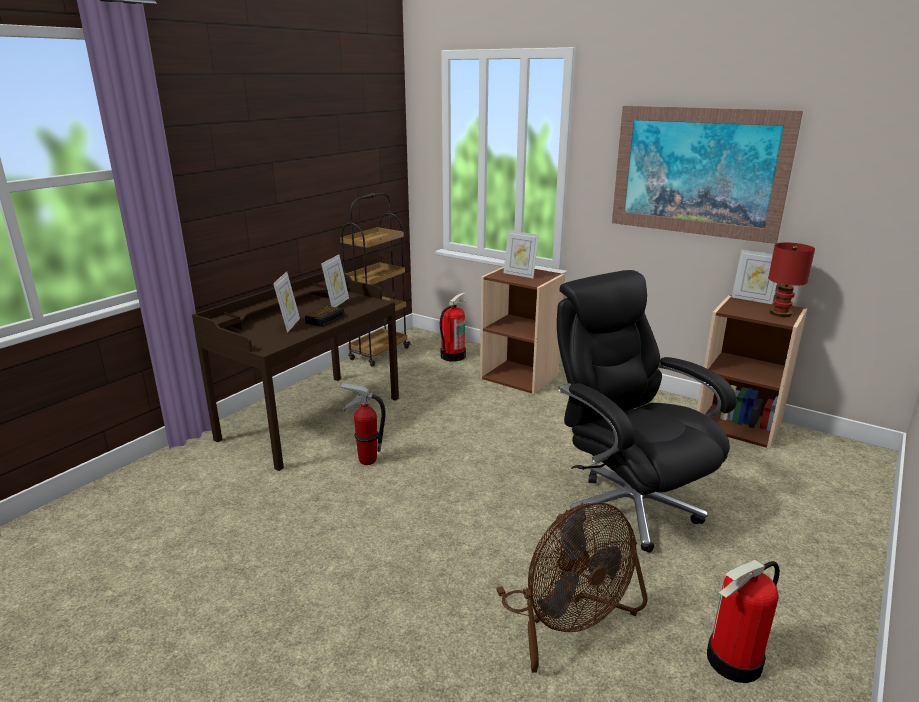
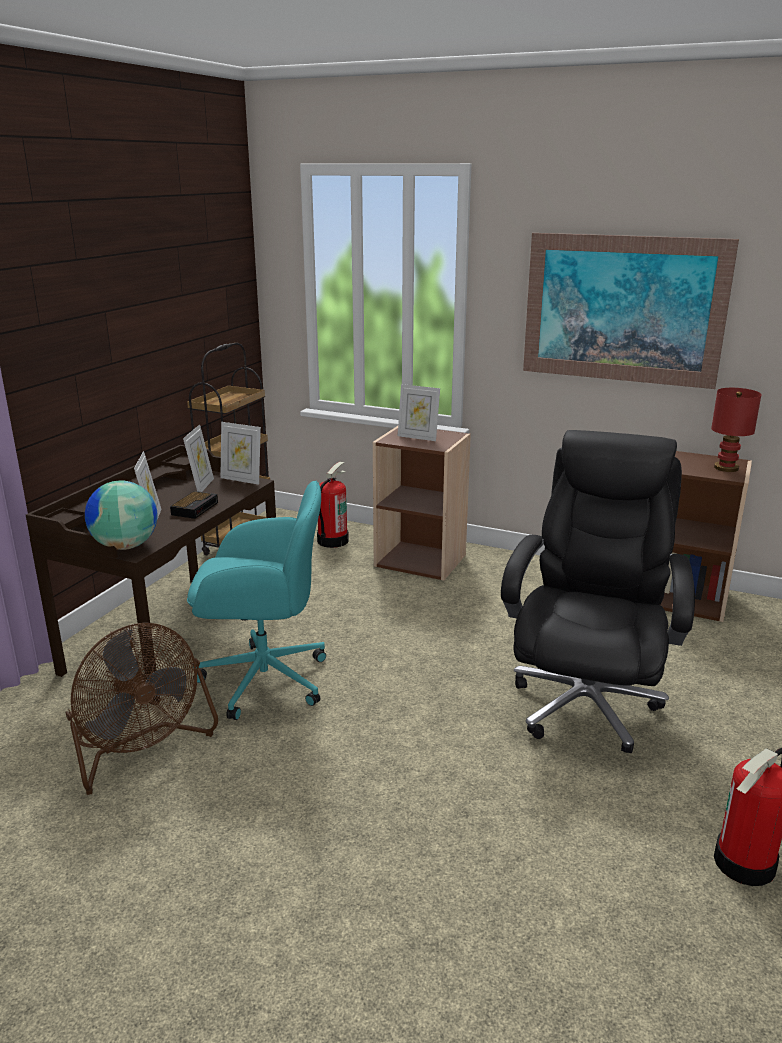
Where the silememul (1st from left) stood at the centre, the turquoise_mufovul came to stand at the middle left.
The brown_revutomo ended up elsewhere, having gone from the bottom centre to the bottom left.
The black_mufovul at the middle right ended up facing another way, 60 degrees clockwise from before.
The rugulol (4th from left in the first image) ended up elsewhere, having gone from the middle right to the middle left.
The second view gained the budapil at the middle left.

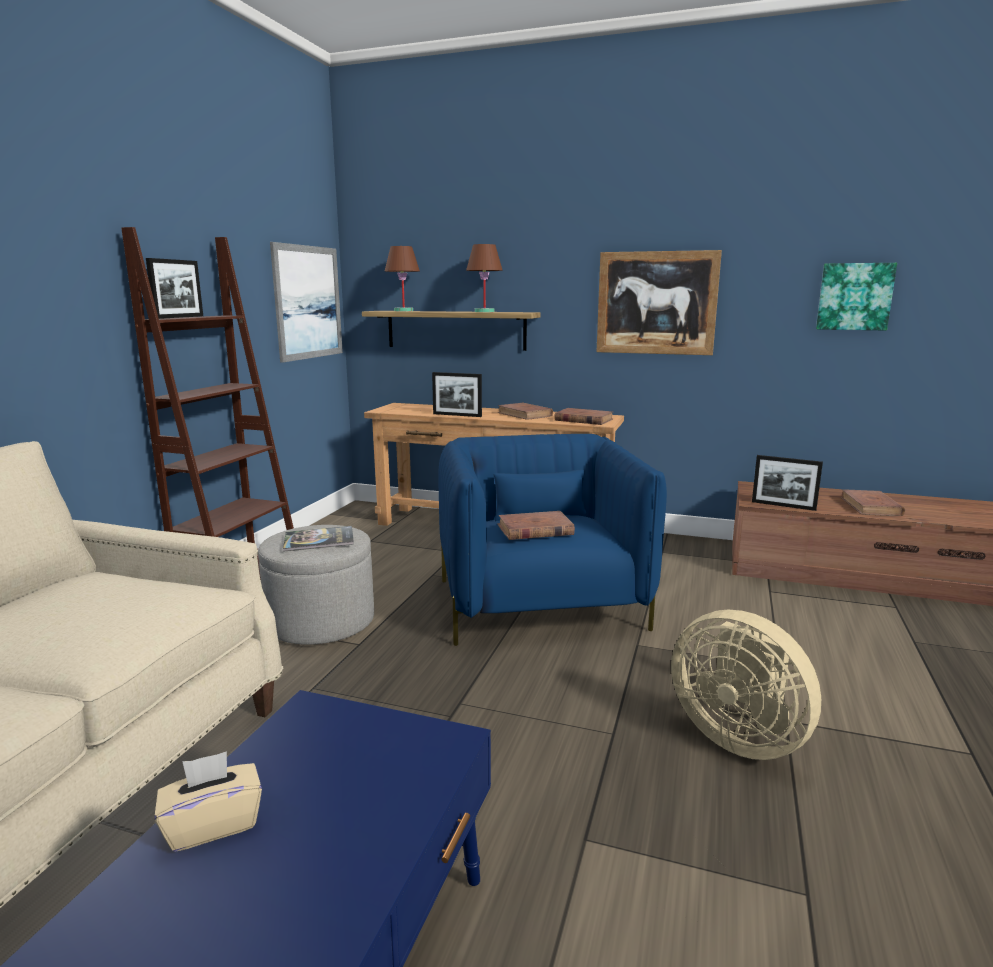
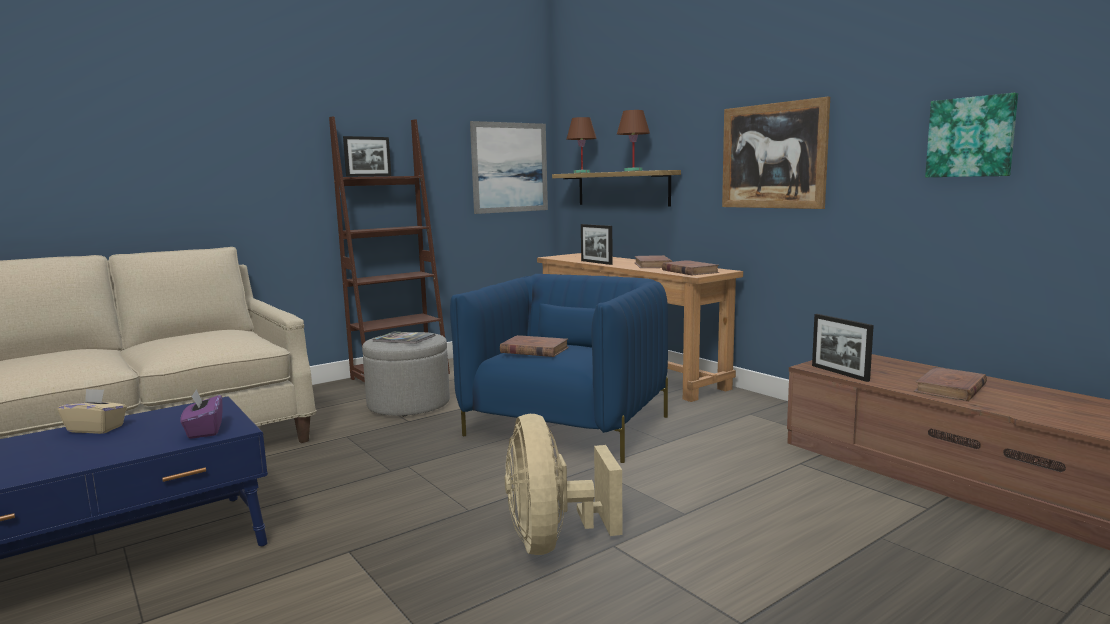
The second view gained the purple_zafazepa at the middle left.

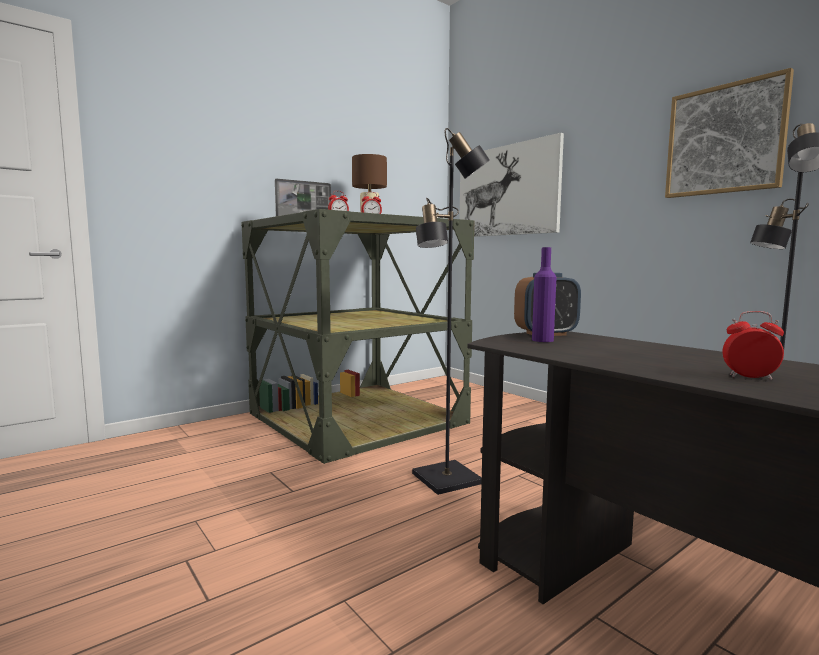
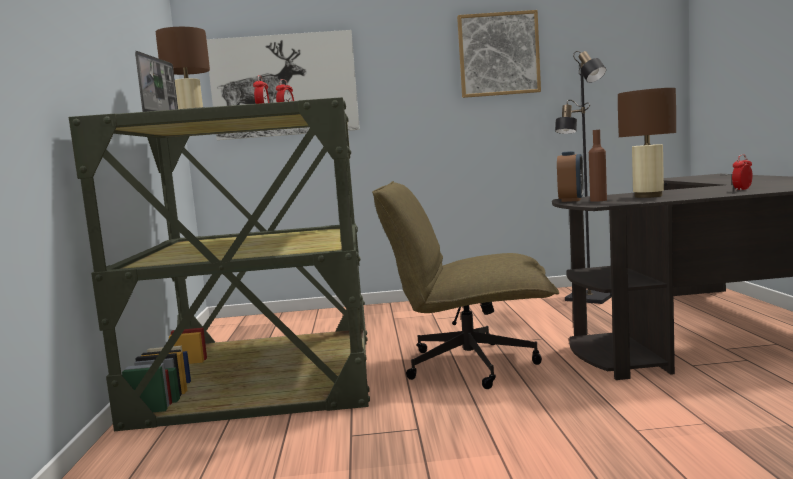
Where the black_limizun (1st from left) stood at the centre, the beige_mufovul came to stand at the centre.
What was the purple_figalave at the centre turned into the brown_figalave at the middle right.
The second view gained the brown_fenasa (2nd from left) at the top right.

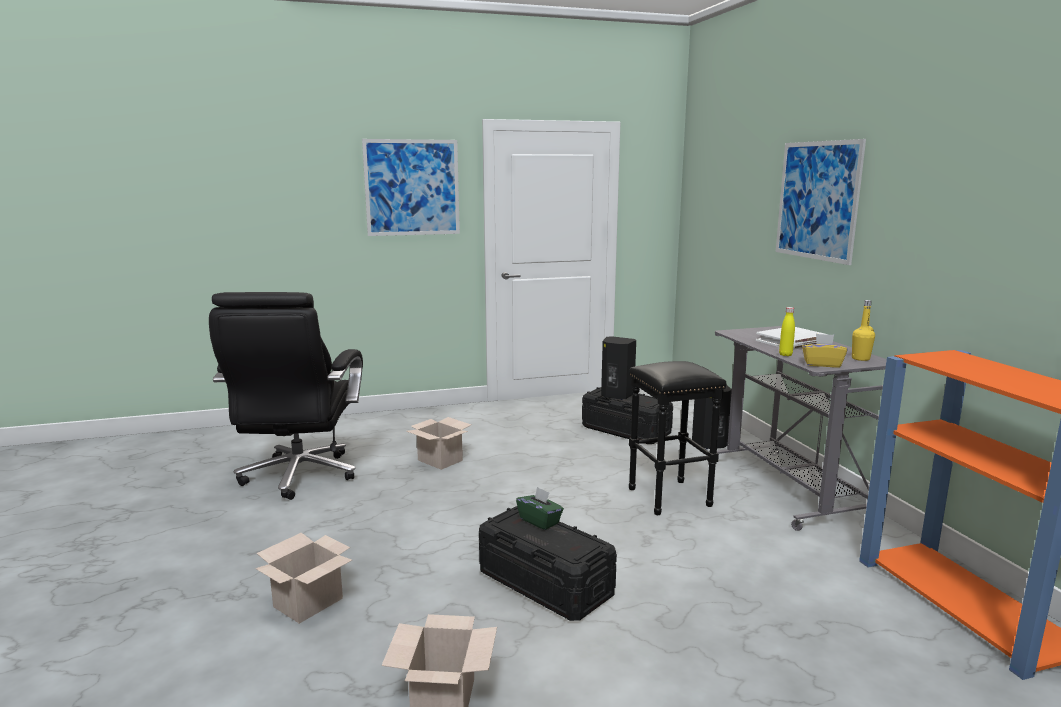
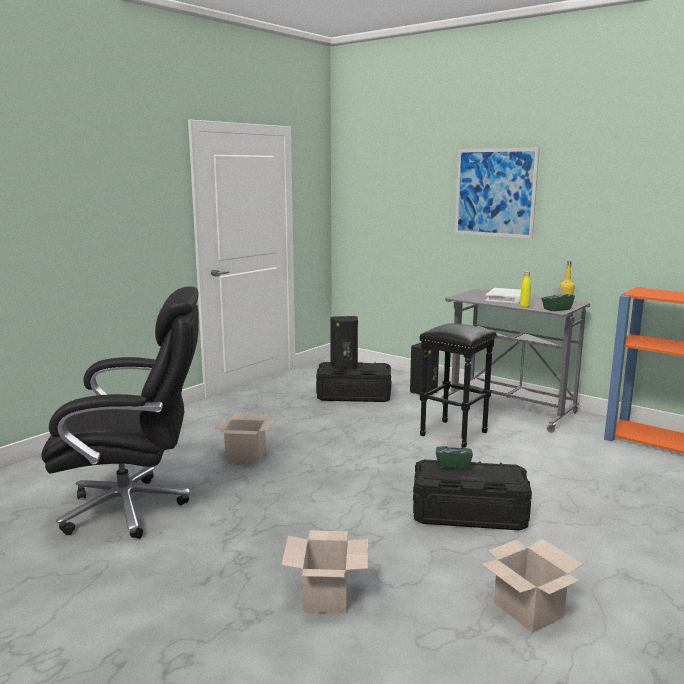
The black_mufovul at the middle left ended up facing another way, 60 degrees counterclockwise from before.
The second view lost the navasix (1st from left) at the top centre.
What was the yellow_zafazepa at the middle right turned into the green_zafazepa (2nd from left) at the middle right.

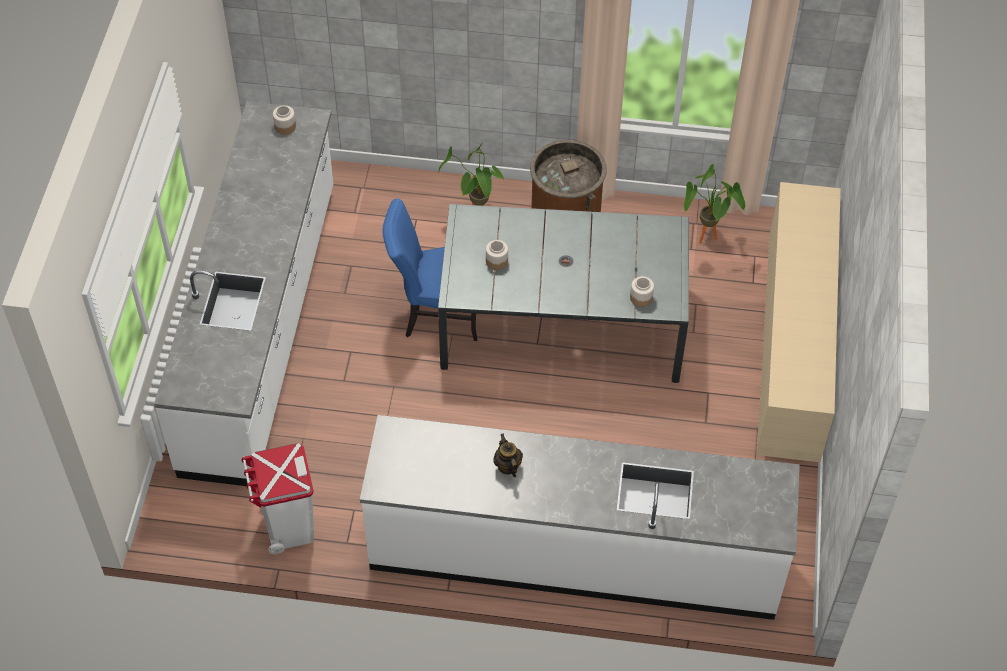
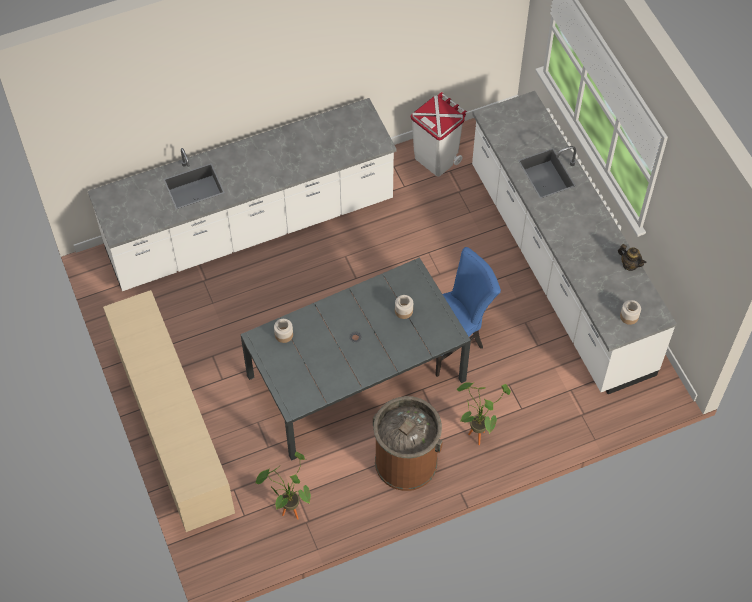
The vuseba ended up elsewhere, having gone from the bottom centre to the middle right.

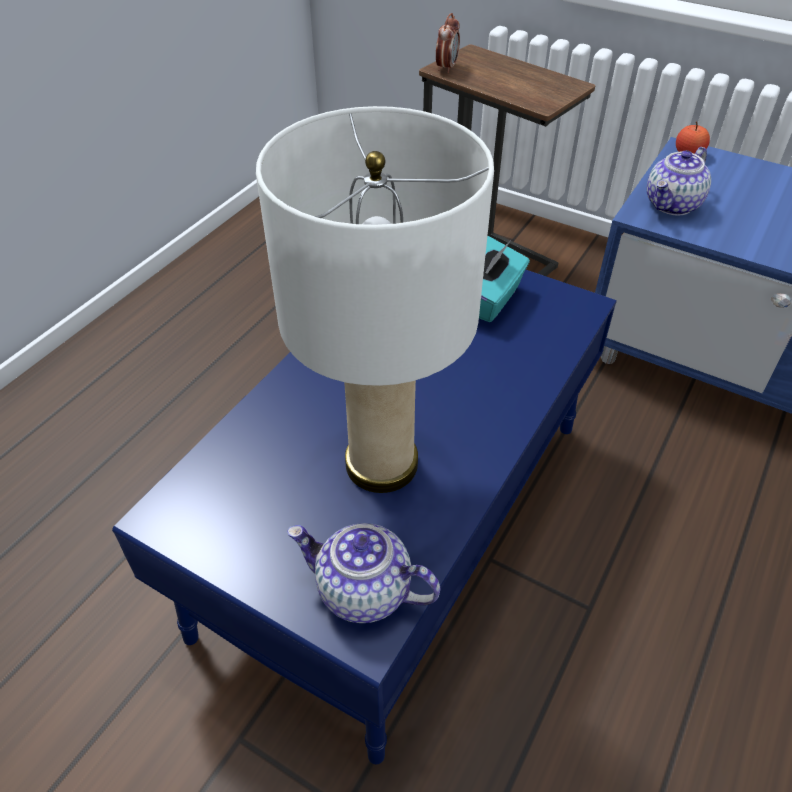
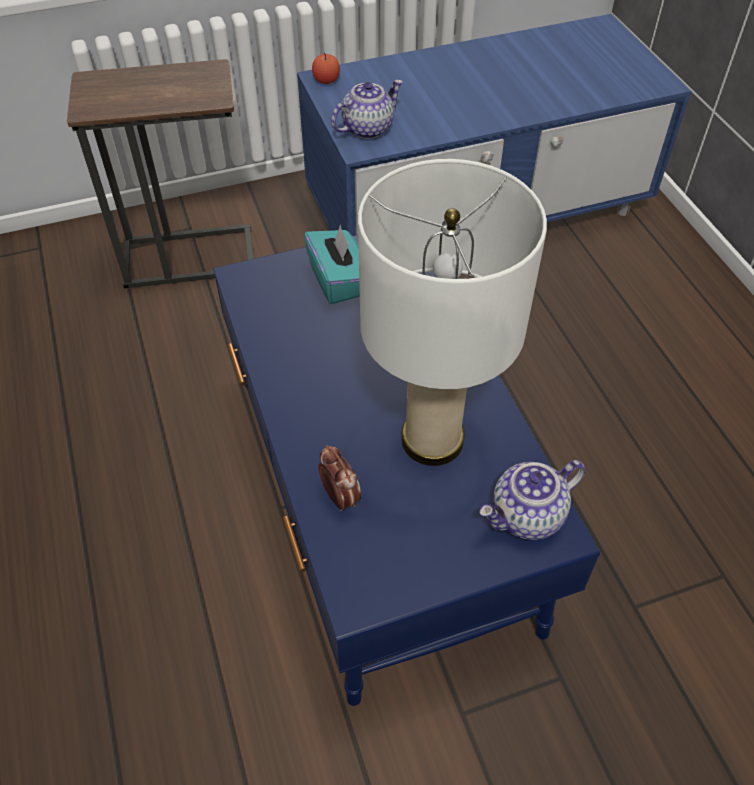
The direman ended up elsewhere, having gone from the top centre to the centre.
The vuseba (2nd from left in the first image) at the top right ended up facing another way, 120 degrees counterclockwise from before.

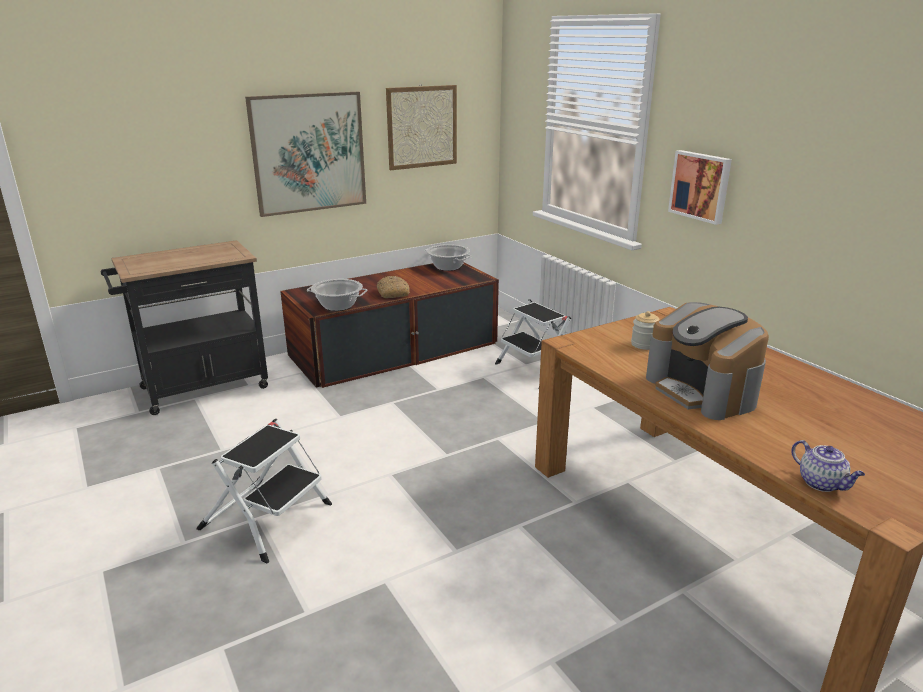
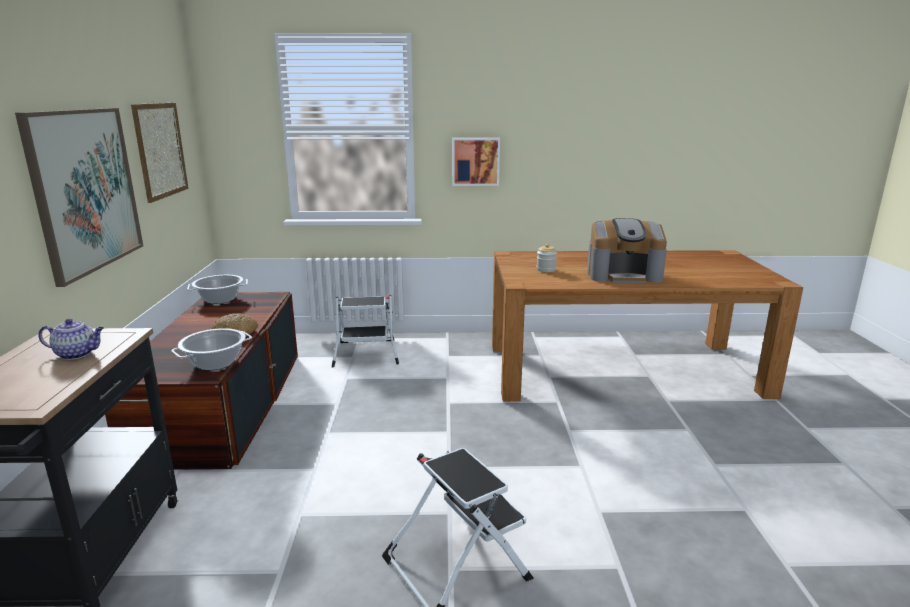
The vuseba ended up elsewhere, having gone from the bottom right to the middle left.

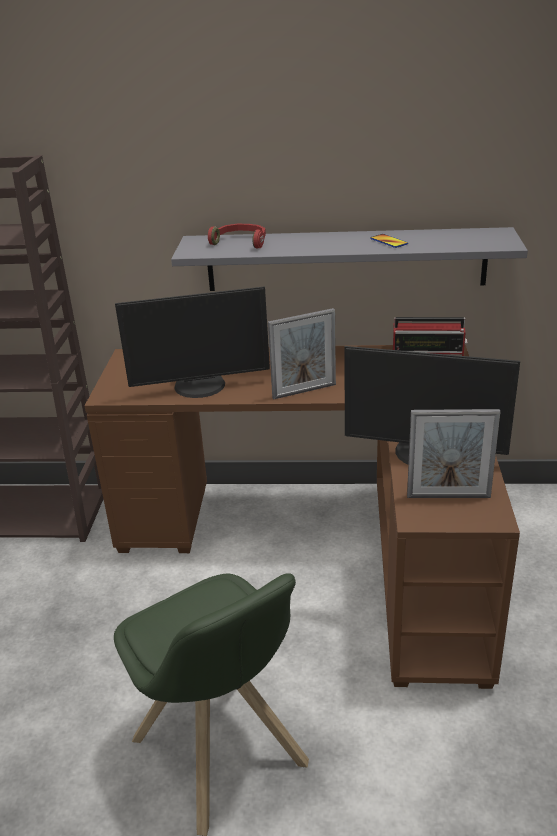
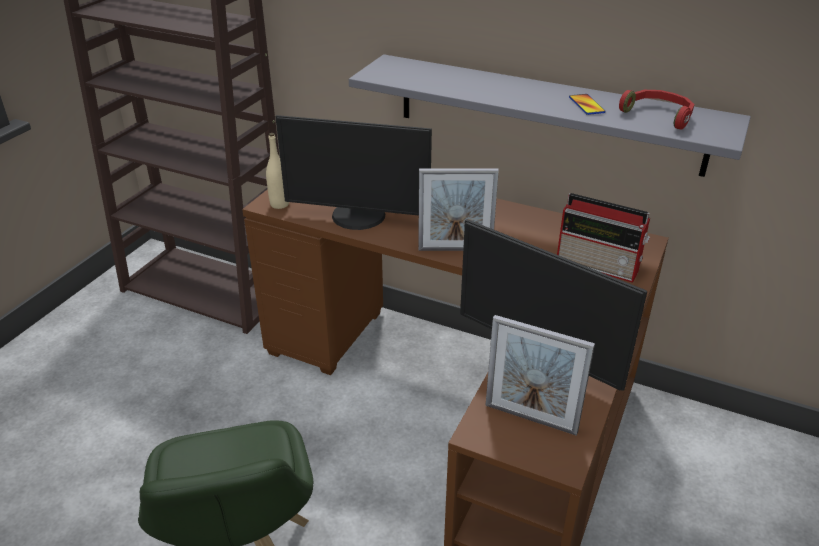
The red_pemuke ended up elsewhere, having gone from the top centre to the top right.
The second view gained the beige_figalave at the top centre.

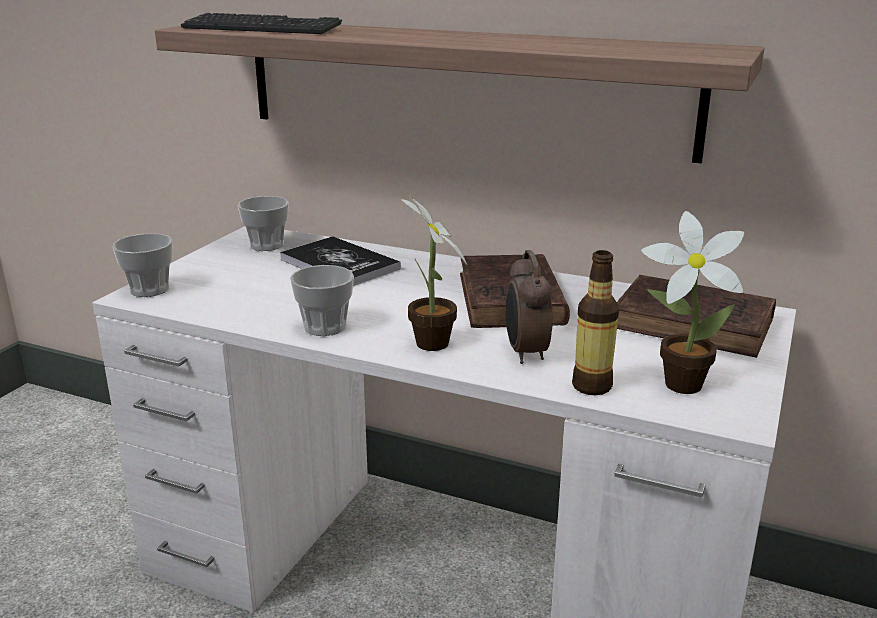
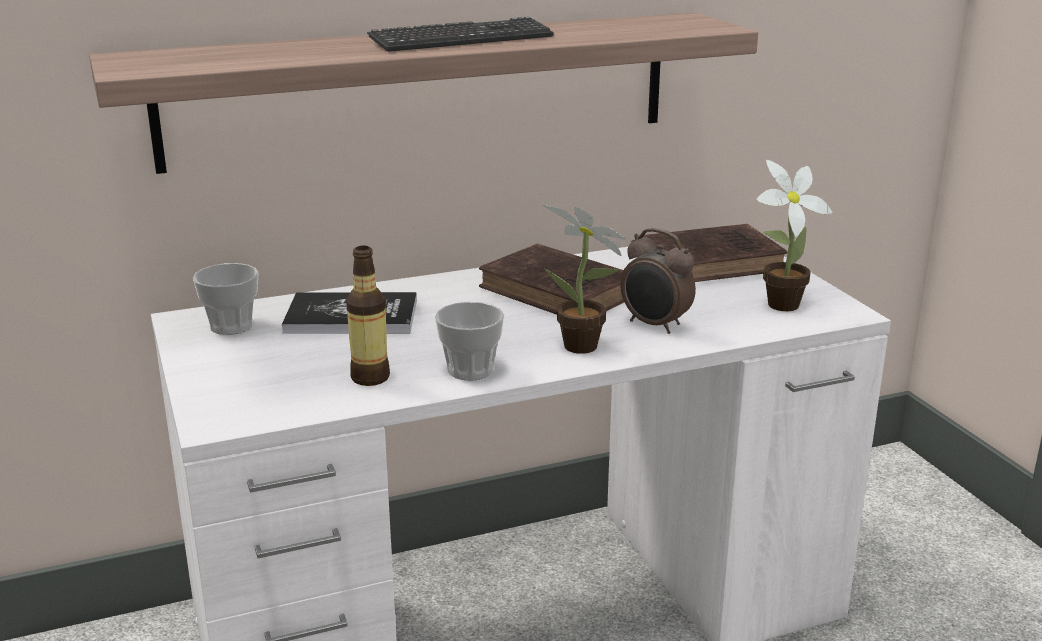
The second view lost the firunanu (1st from left) at the middle left.
The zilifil ended up elsewhere, having gone from the top left to the top centre.
The figalave ended up elsewhere, having gone from the middle right to the centre.

